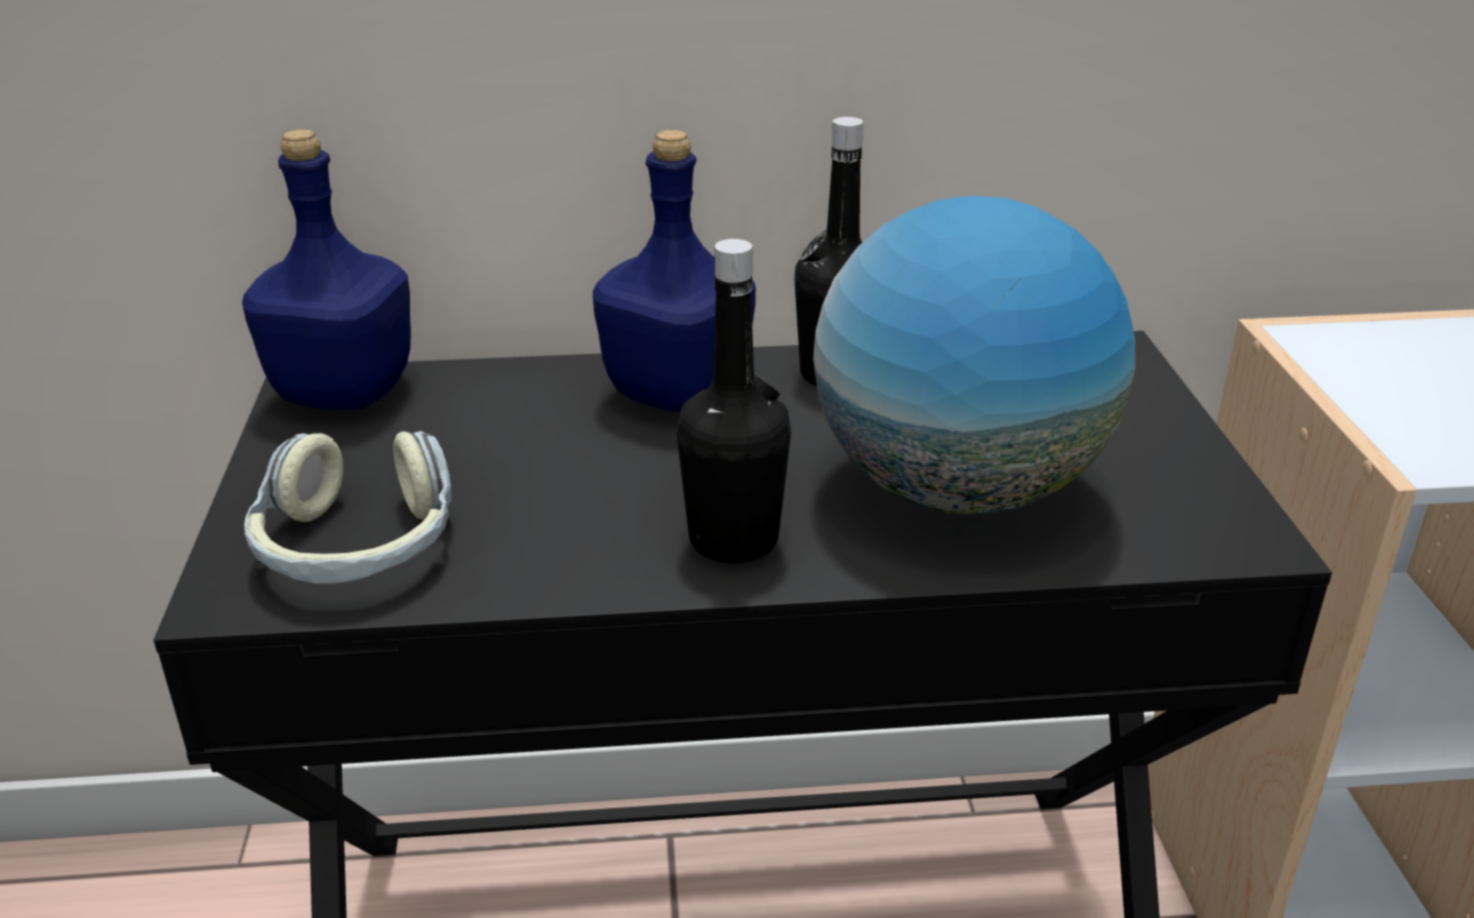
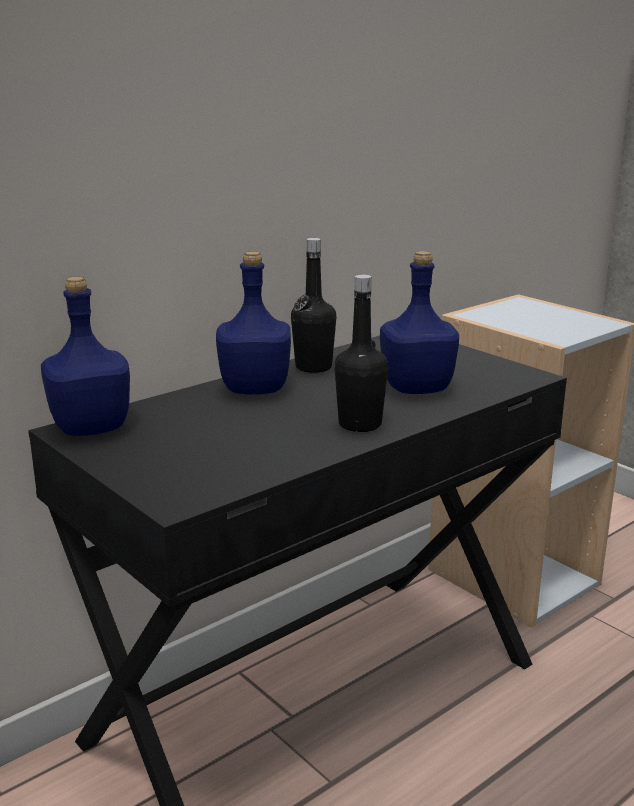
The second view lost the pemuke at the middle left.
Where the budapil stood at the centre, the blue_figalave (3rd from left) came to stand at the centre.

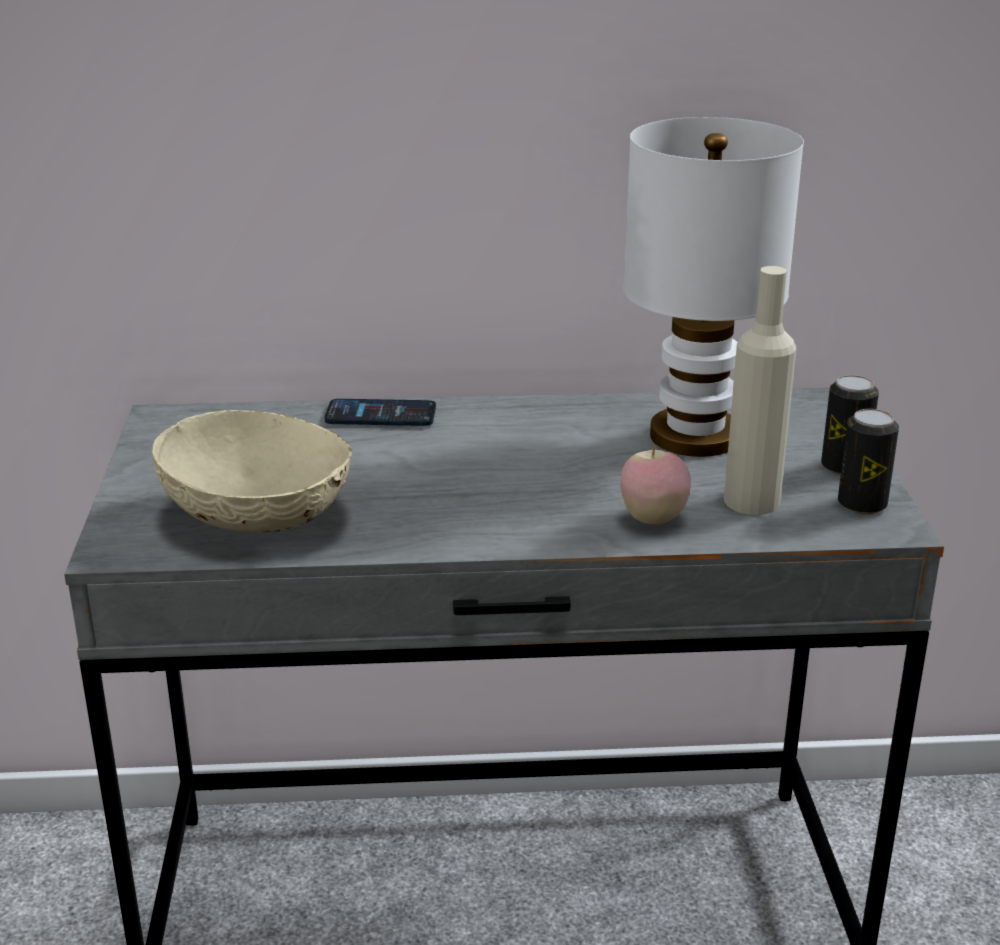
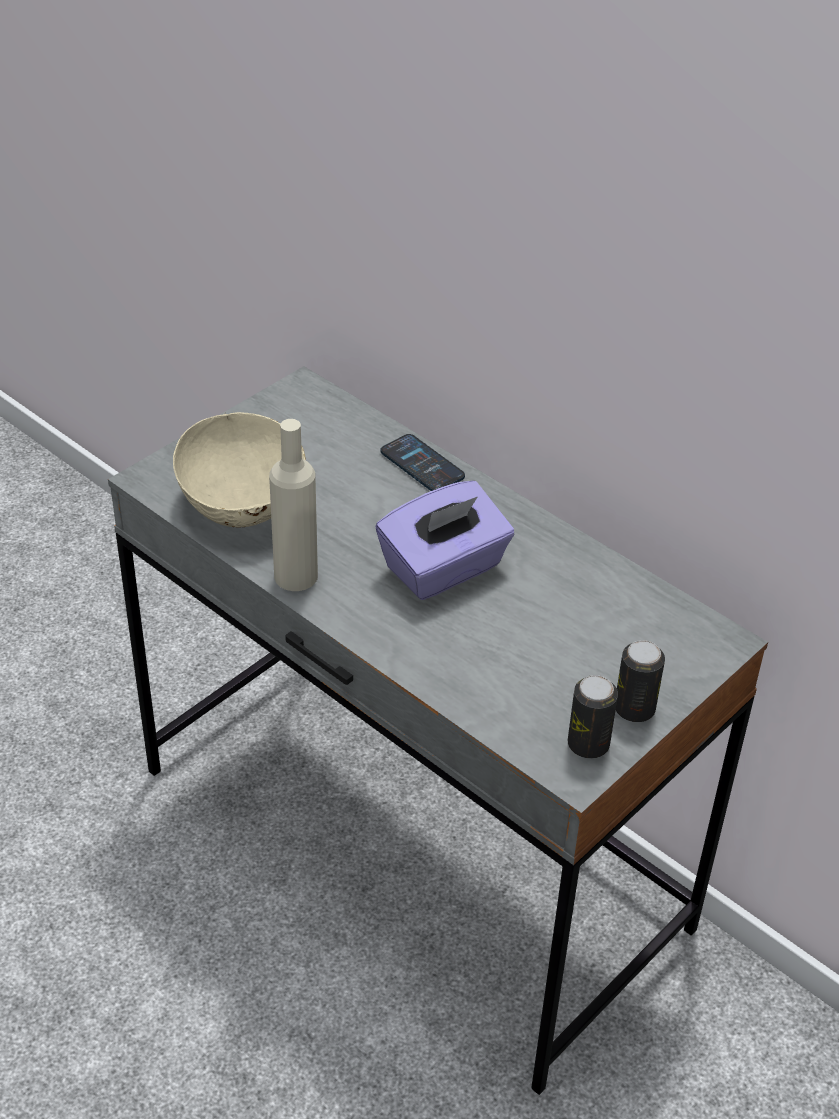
The second view lost the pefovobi at the centre.
The second view lost the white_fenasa at the top right.
The beige_figalave ended up elsewhere, having gone from the middle right to the centre.
The second view gained the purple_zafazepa at the centre.

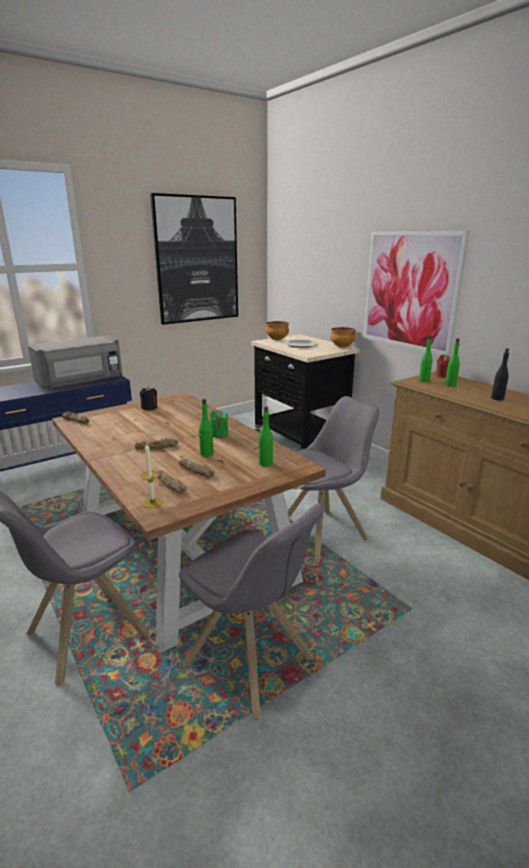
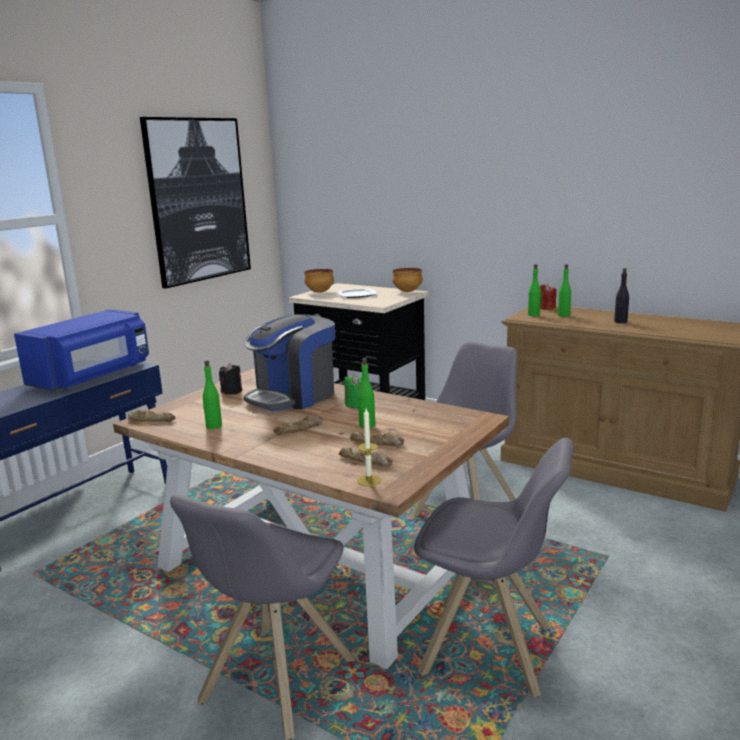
What was the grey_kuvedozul at the middle left turned into the blue_kuvedozul at the middle left.
The green_figalave (2nd from left in the first image) ended up elsewhere, having gone from the centre to the middle left.
The second view lost the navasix (2nd from left) at the middle right.
The second view gained the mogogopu at the centre.

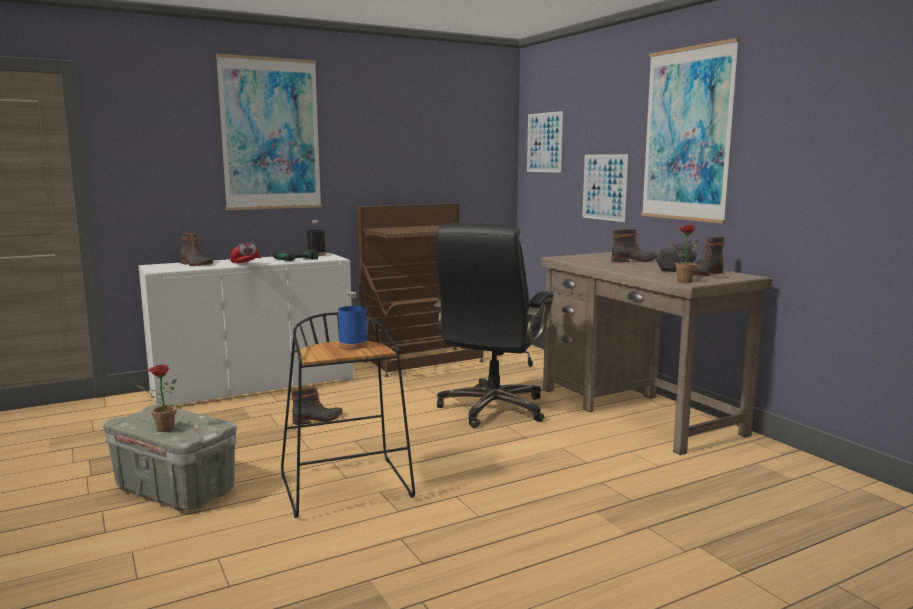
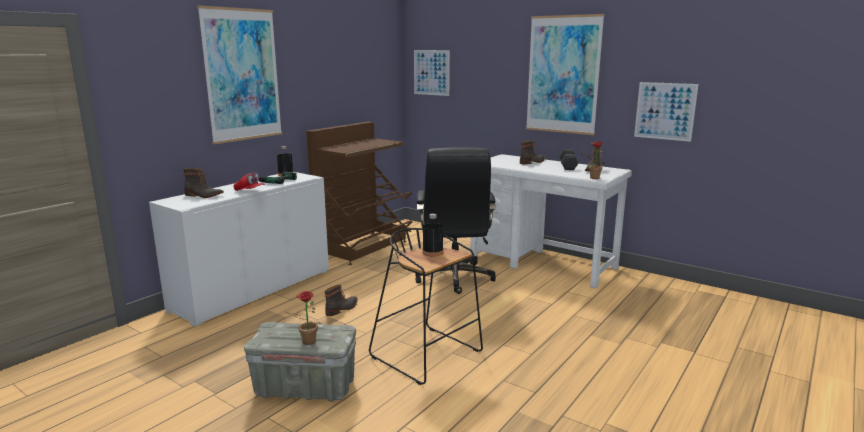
What was the blue_figalave at the centre turned into the black_figalave (2nd from left) at the centre.
What was the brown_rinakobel at the middle right turned into the white_rinakobel at the centre.
The navasix (3rd from left in the first image) ended up elsewhere, having gone from the top centre to the top right.

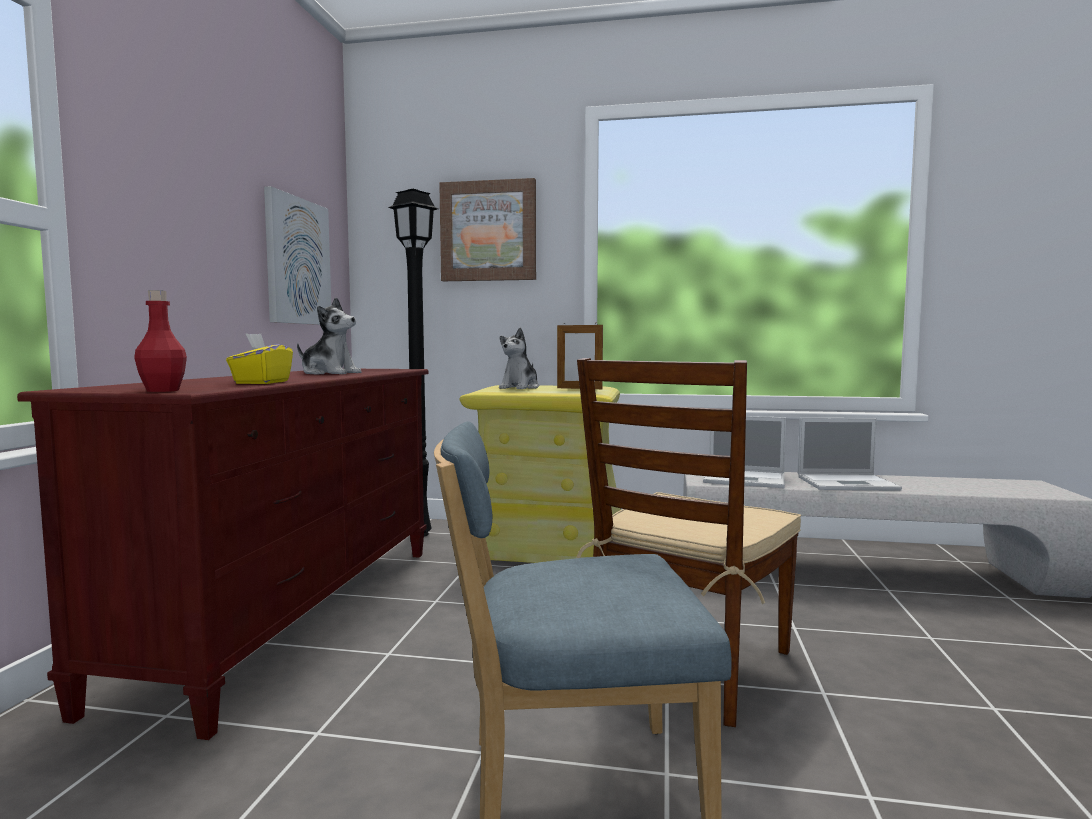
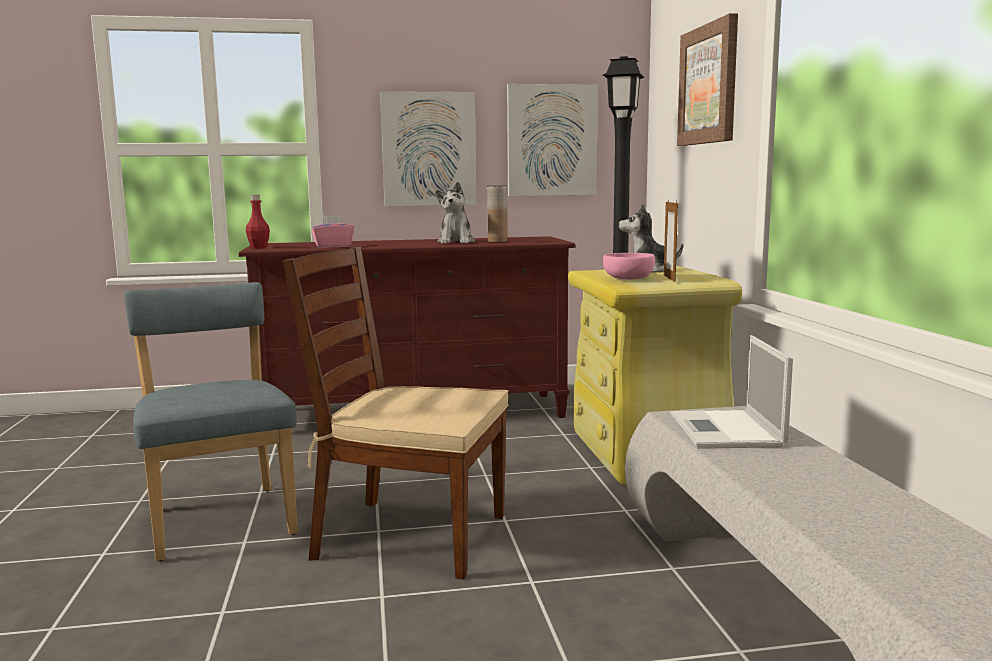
What was the yellow_zafazepa at the middle left turned into the pink_zafazepa at the centre.
The second view lost the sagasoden (2nd from left) at the middle right.
The second view gained the navasix (1st from left) at the top centre.
The second view gained the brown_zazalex at the top centre.
The second view gained the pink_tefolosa at the centre.

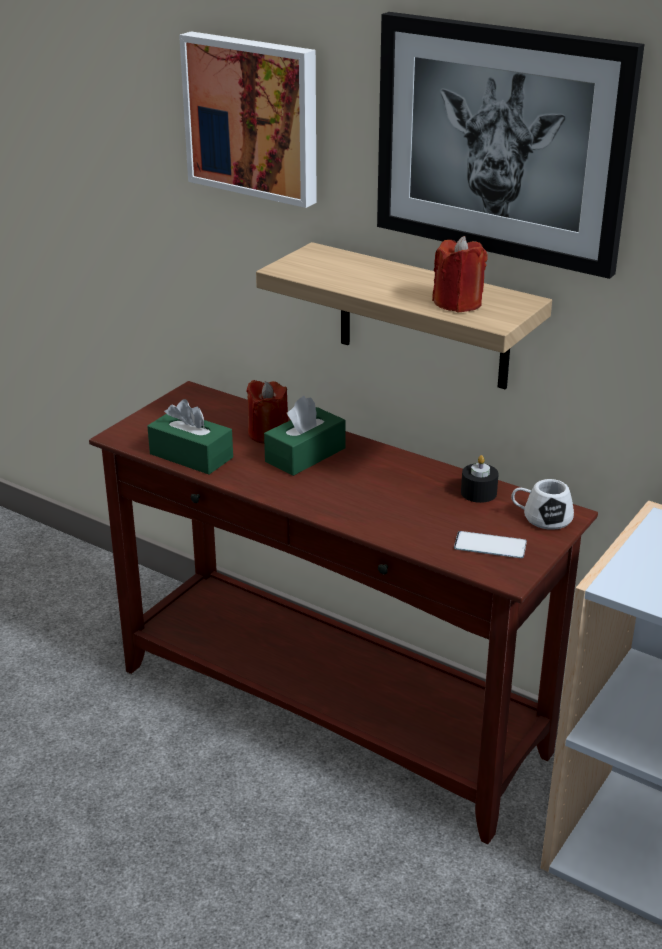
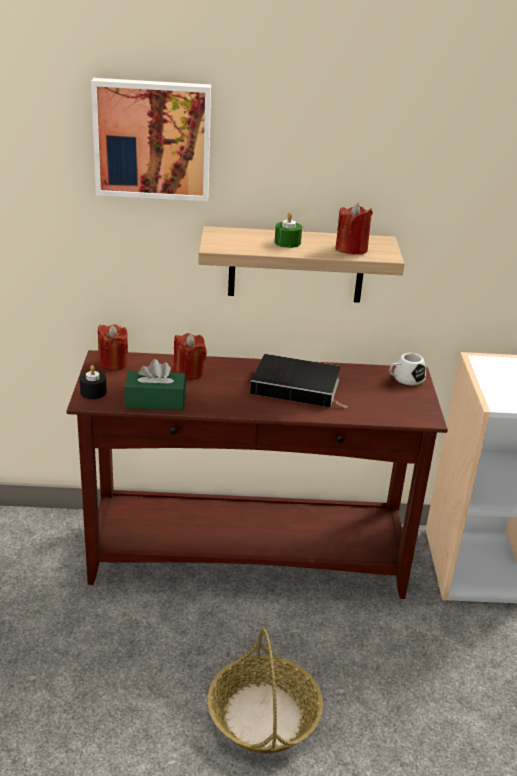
The second view lost the green_zafazepa (2nd from left) at the centre.
The second view lost the navasix (2nd from left) at the top right.
The second view lost the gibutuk at the middle right.
The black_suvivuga ended up elsewhere, having gone from the middle right to the middle left.
The second view gained the red_suvivuga (1st from left) at the middle left.
The second view gained the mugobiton at the bottom centre.
The second view gained the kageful at the centre.
The second view gained the green_suvivuga at the top centre.

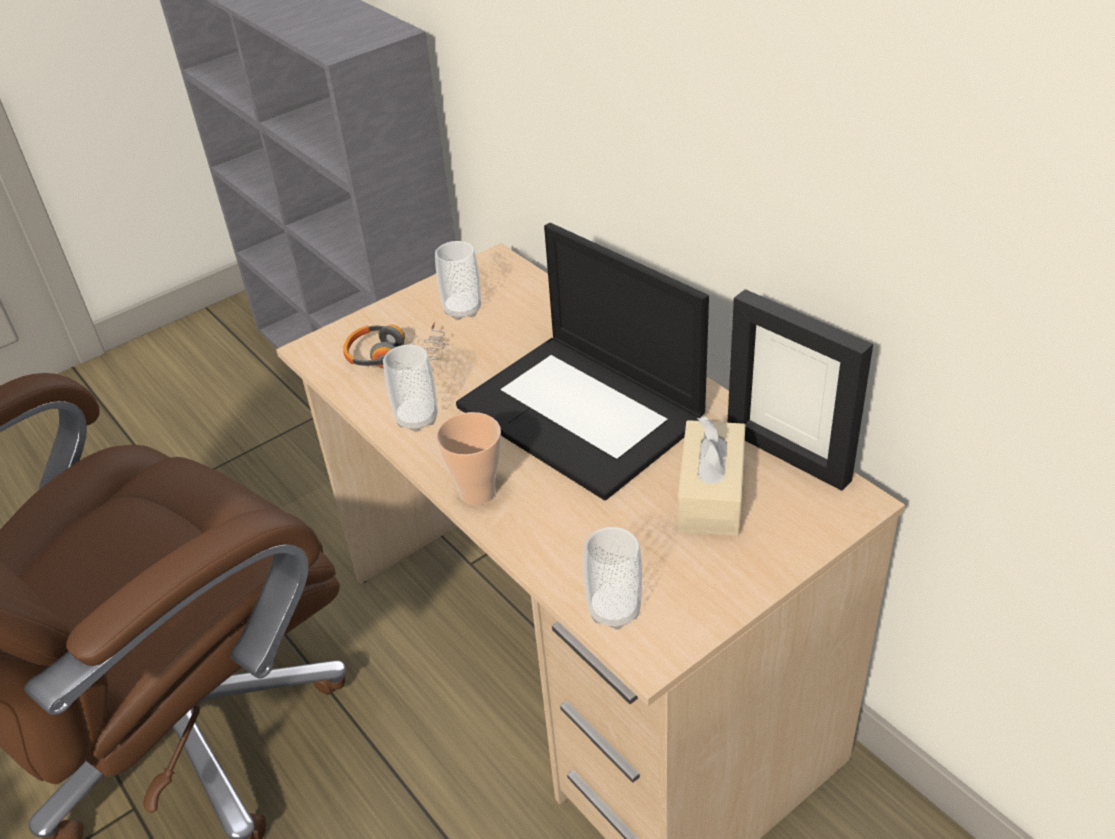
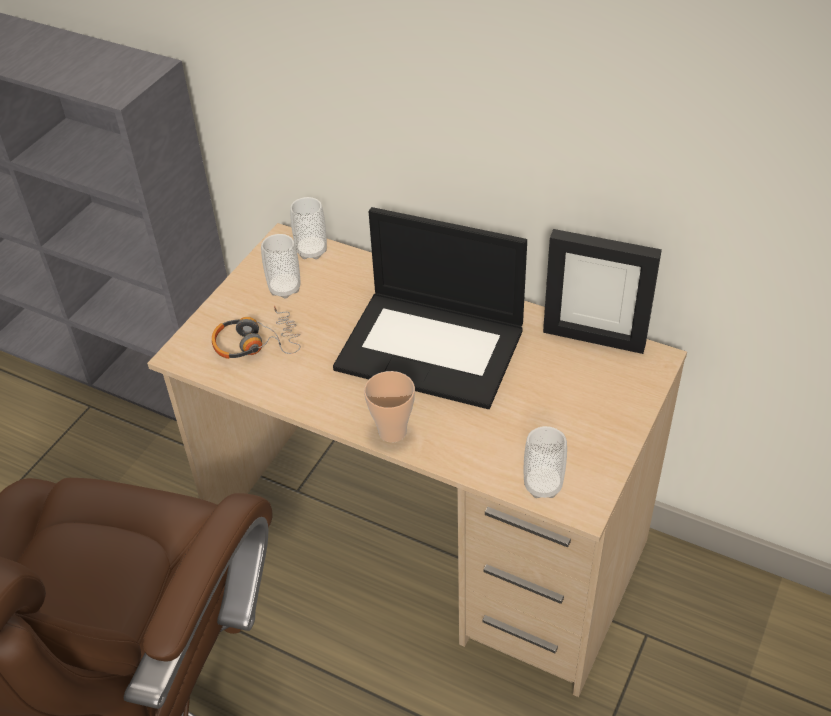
The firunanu (1st from left in the first image) ended up elsewhere, having gone from the centre to the top centre.
The second view lost the beige_zafazepa at the centre.

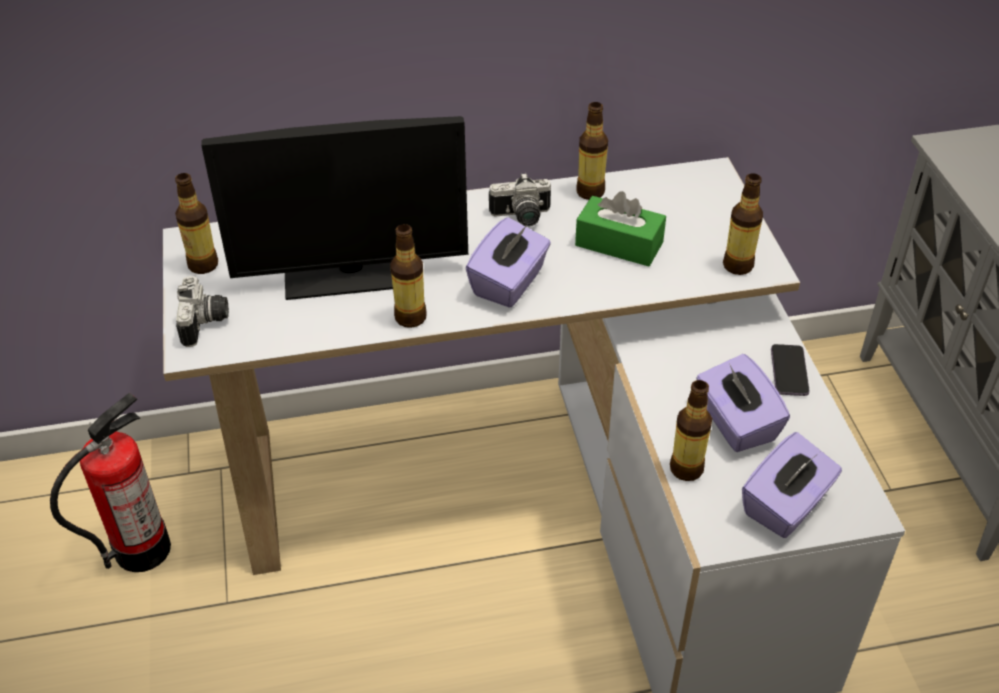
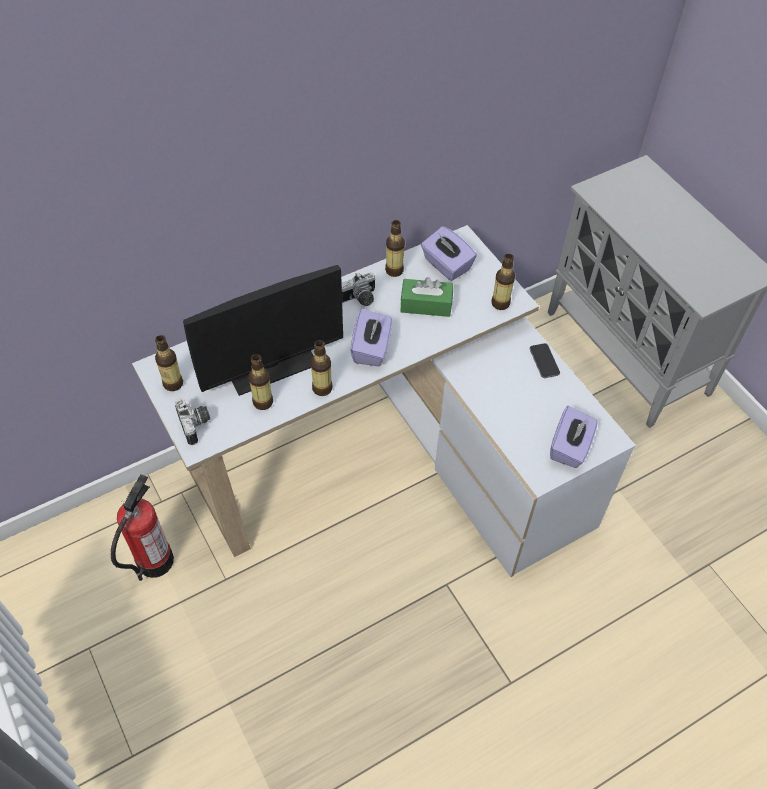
The figalave (4th from left in the first image) ended up elsewhere, having gone from the middle right to the centre.
The purple_zafazepa (2nd from left) ended up elsewhere, having gone from the middle right to the top centre.

